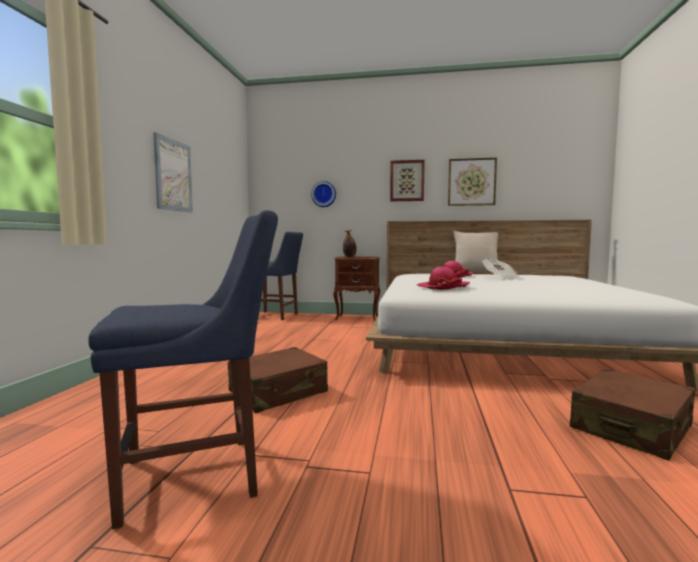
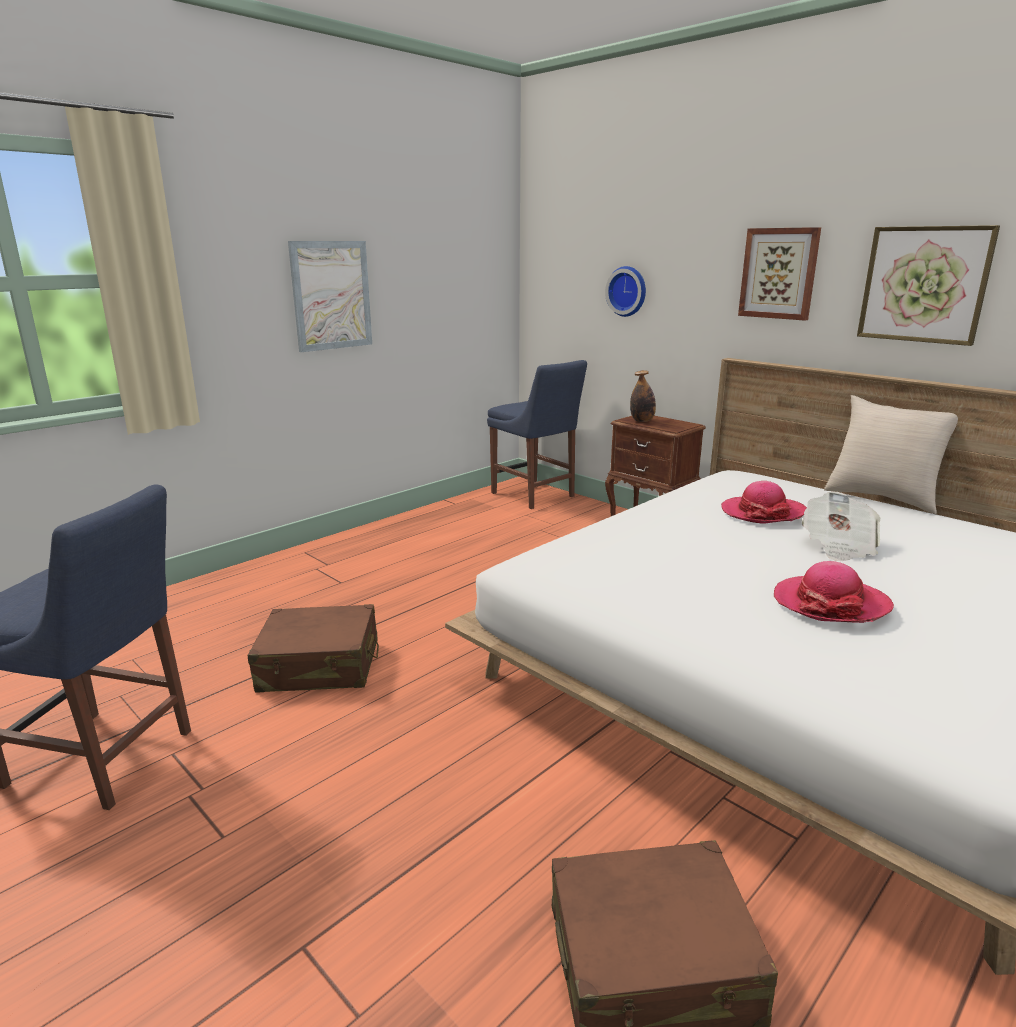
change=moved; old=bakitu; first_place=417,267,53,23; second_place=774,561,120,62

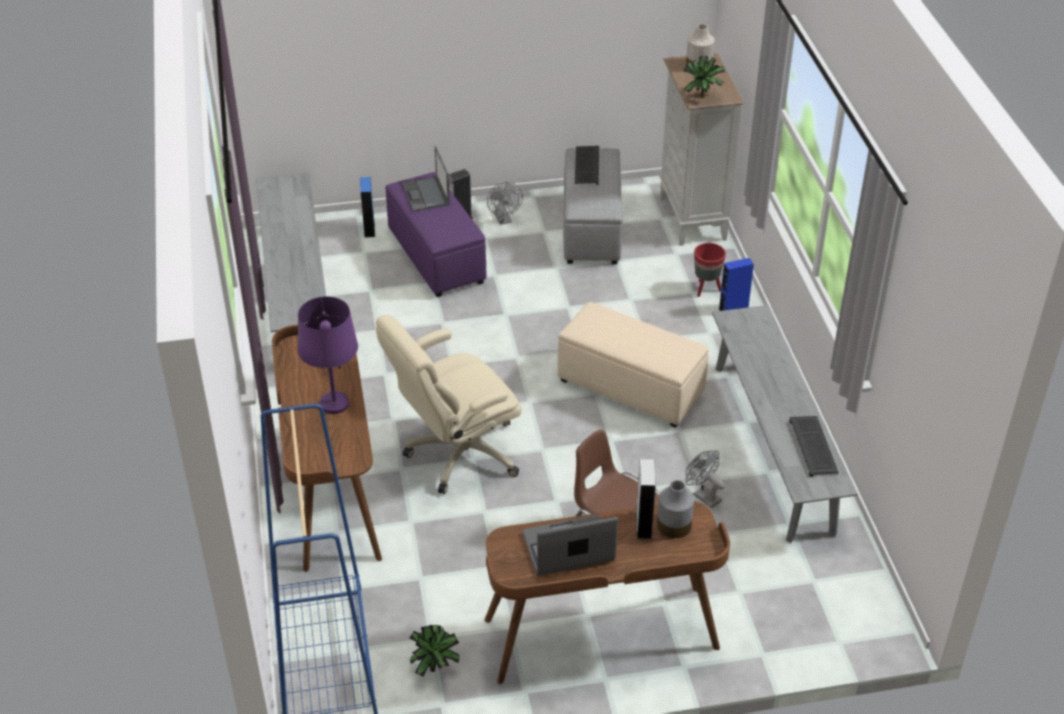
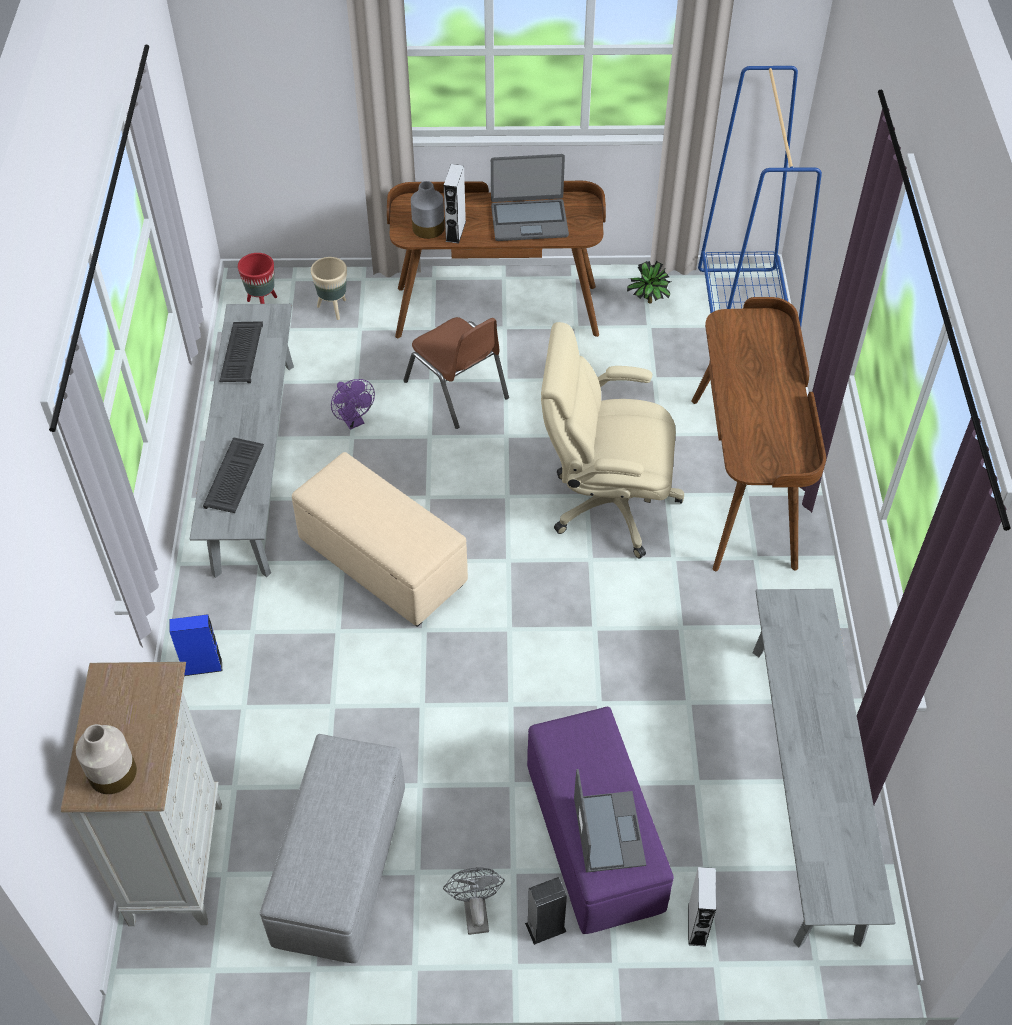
change=removed; old=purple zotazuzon; first_place=298,297,60,117
change=recoloured; old=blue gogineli; new=grey gogineli; first_place=360,177,15,61; second_place=688,867,28,80
change=turned; old=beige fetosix; first_place=376,315,146,179; second_place=541,322,143,237; degrees=-150
change=moved; old=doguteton; first_place=575,146,24,39; second_place=203,437,61,76
change=removed; old=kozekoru; first_place=683,56,42,42
change=recoloured; old=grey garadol; new=purple garadol; first_place=685,450,40,58; second_place=331,379,44,51
change=moved; old=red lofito; first_place=694,243,32,54; second_place=238,253,39,51
change=added; new=beige lofito; second_place=311,257,36,63

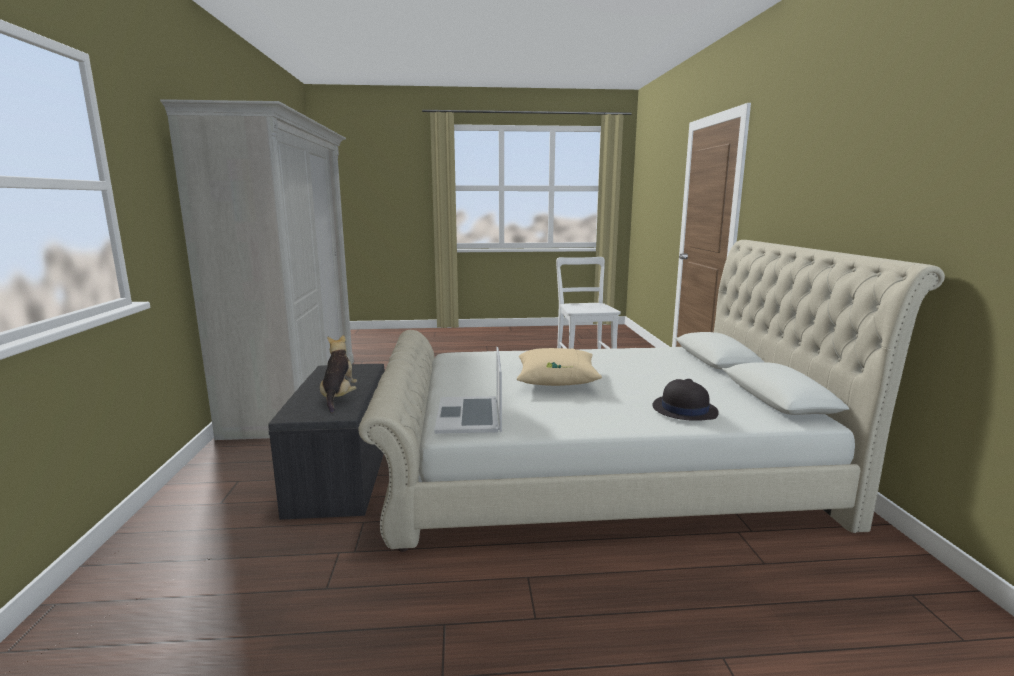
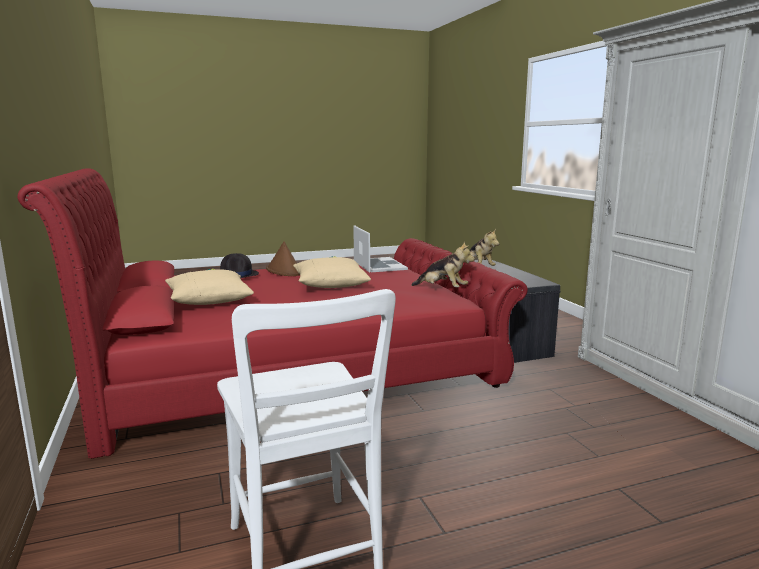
change=recoloured; old=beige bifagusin; new=red bifagusin; first_place=358,240,587,312; second_place=17,168,511,291
change=added; new=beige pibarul; second_place=165,269,89,36
change=added; new=brown bakitu; second_place=266,241,34,35
change=added; new=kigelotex; second_place=411,242,64,45

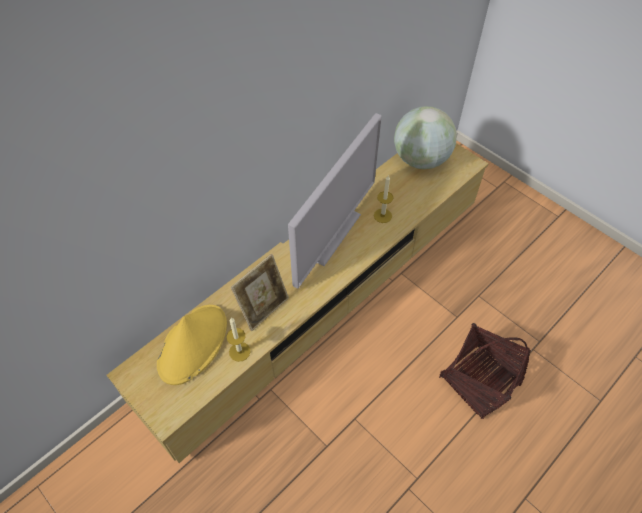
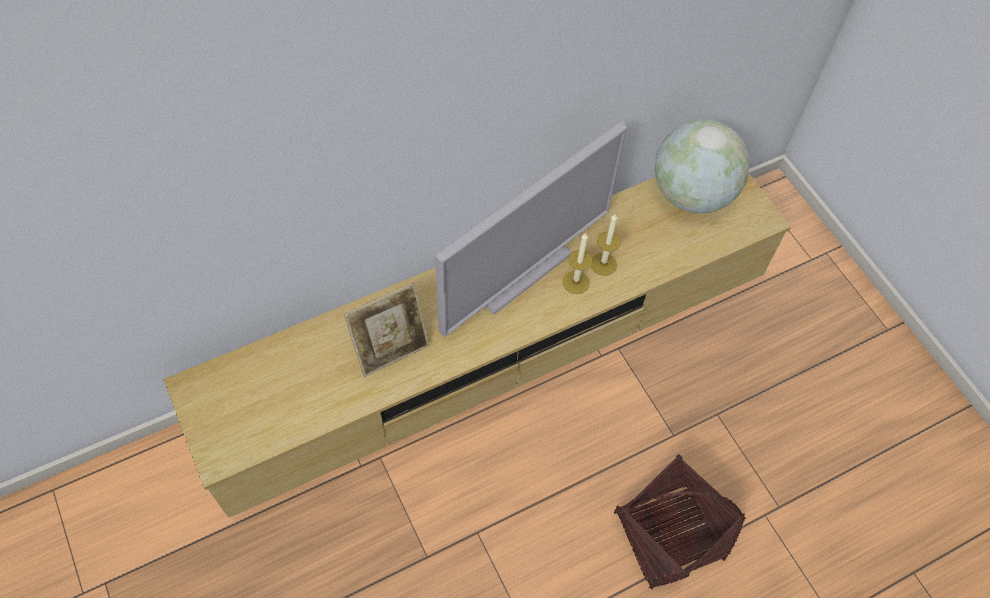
change=removed; old=yellow bakitu; first_place=157,305,70,80
change=moved; old=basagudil; first_place=226,318,24,44; second_place=562,233,30,61

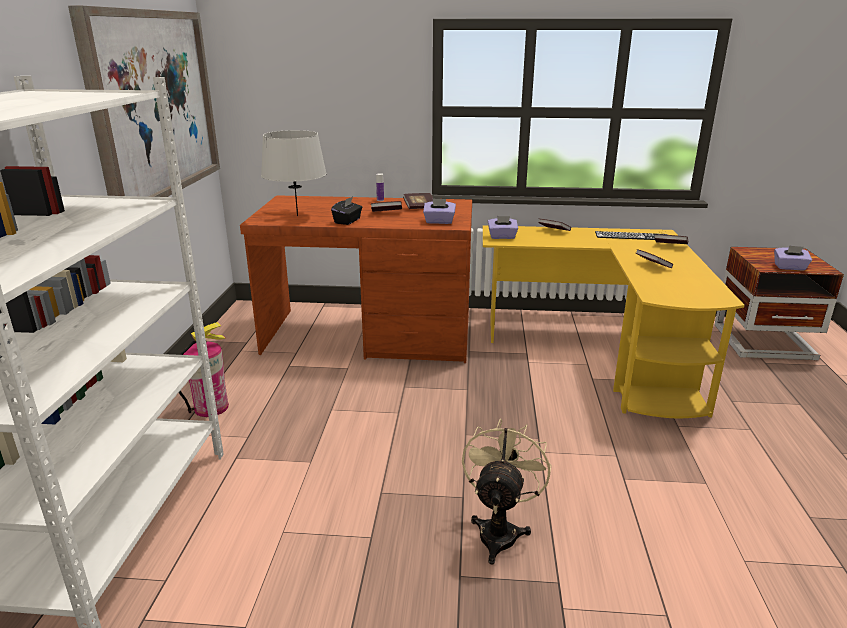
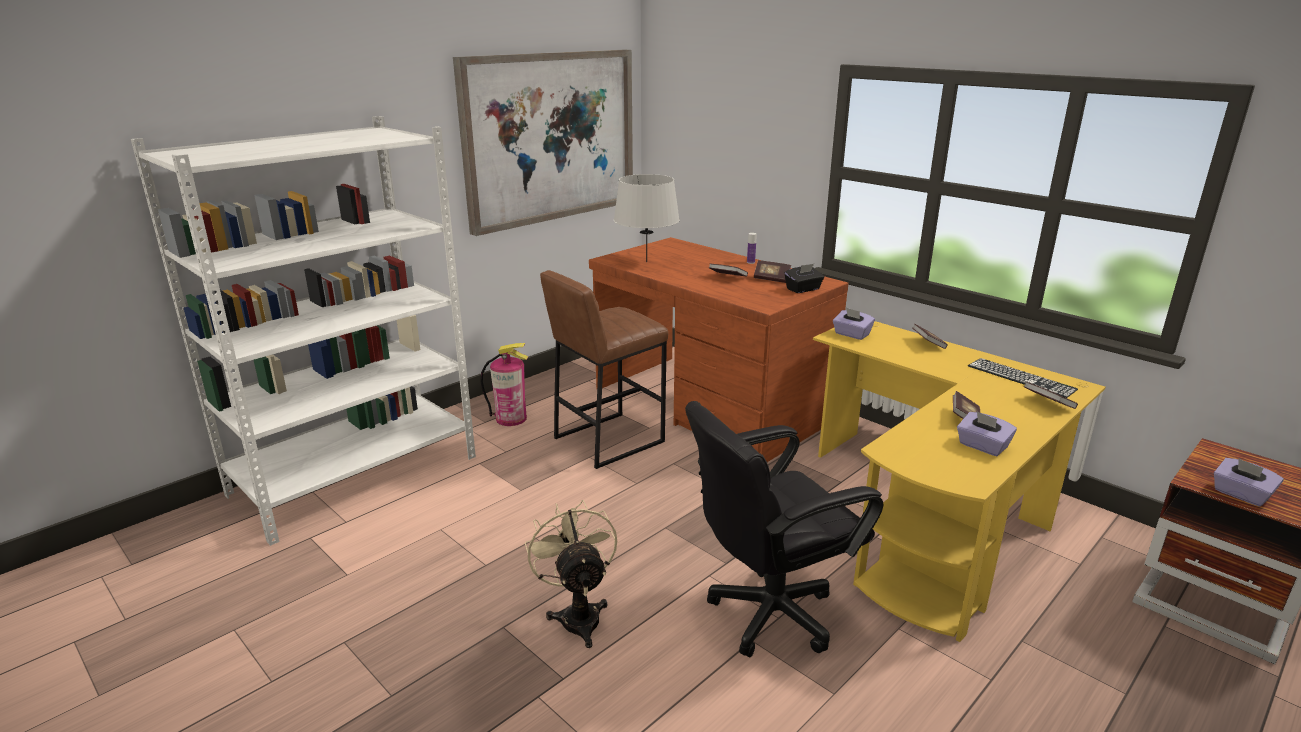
change=moved; old=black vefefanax; first_place=331,197,31,28; second_place=785,264,39,29
change=moved; old=purple vefefanax; first_place=423,198,33,26; second_place=957,412,60,44
change=turned; old=beige garadol; first_place=462,419,90,145; second_place=525,500,92,148; degrees=-75
change=added; new=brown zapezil; second_place=540,270,128,199
change=added; new=black fetosix; second_place=685,401,198,256

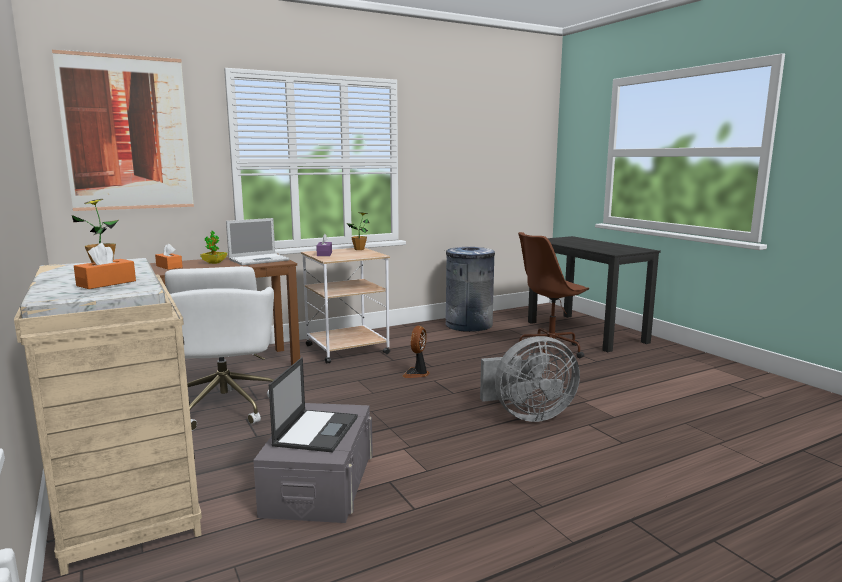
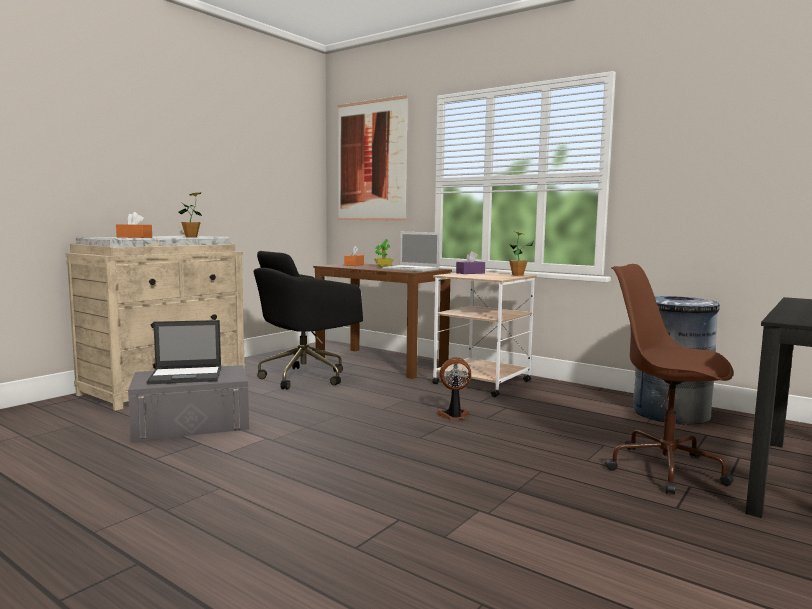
change=recoloured; old=white fetosix; new=black fetosix; first_place=165,266,109,165; second_place=254,251,109,139
change=removed; old=grey garadol; first_place=480,336,100,86

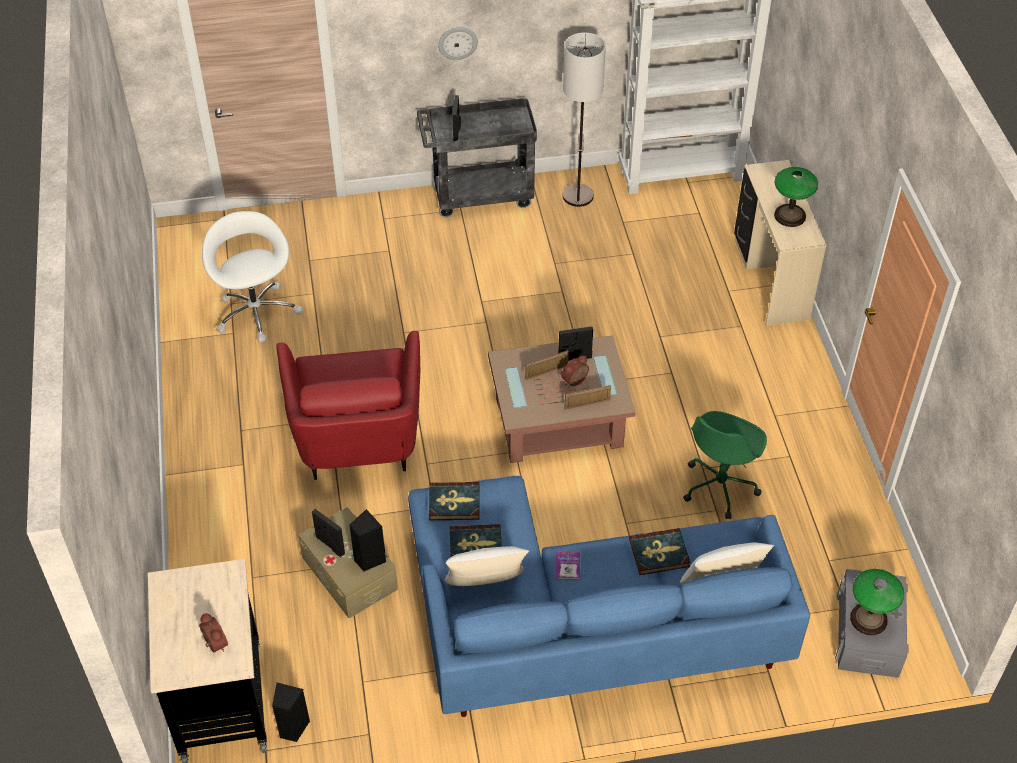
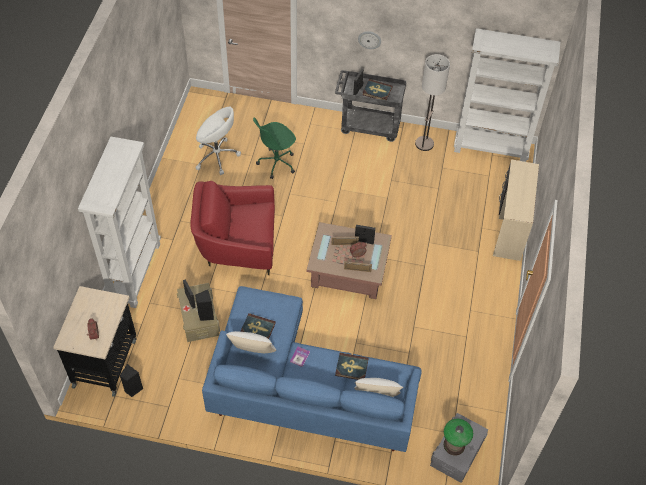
change=turned; old=white fetosix; first_place=202,211,101,132; second_place=196,107,45,68; degrees=120
change=turned; old=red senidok; first_place=276,331,144,149; second_place=190,181,85,94; degrees=75
change=moved; old=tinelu; first_place=429,482,51,38; second_place=363,79,30,21
change=moved; old=green fetosix; first_place=683,411,84,108; second_place=253,117,43,62
change=removed; old=zotazuzon; first_place=774,167,44,60
change=added; new=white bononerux; second_place=78,137,83,171

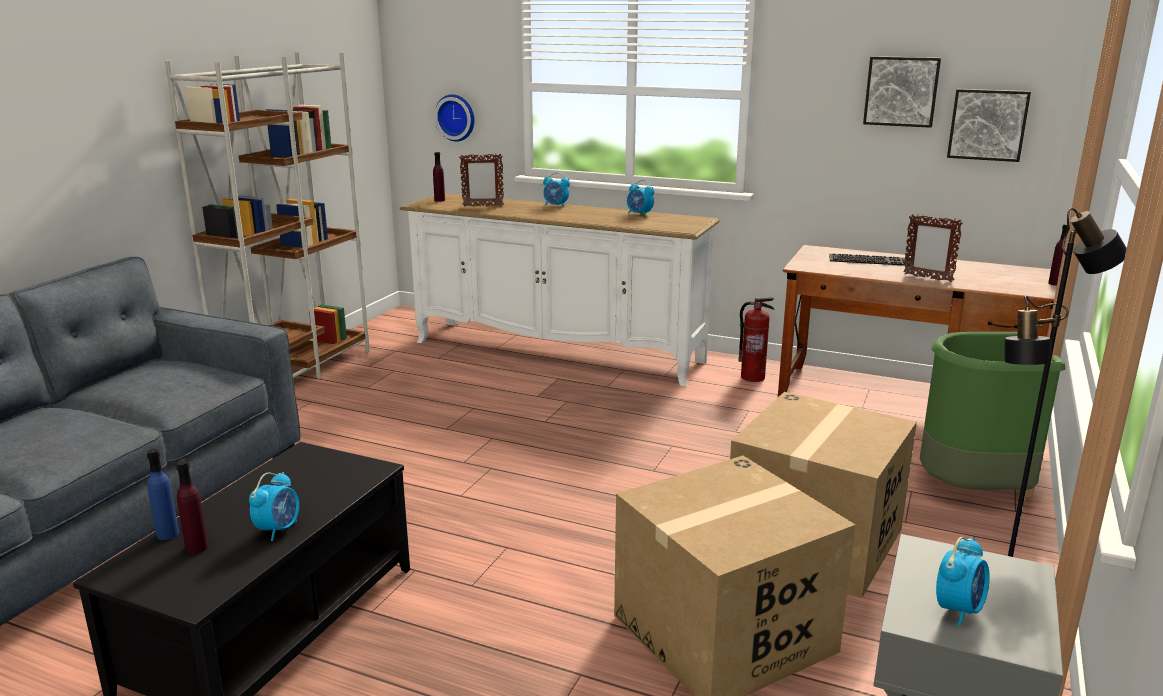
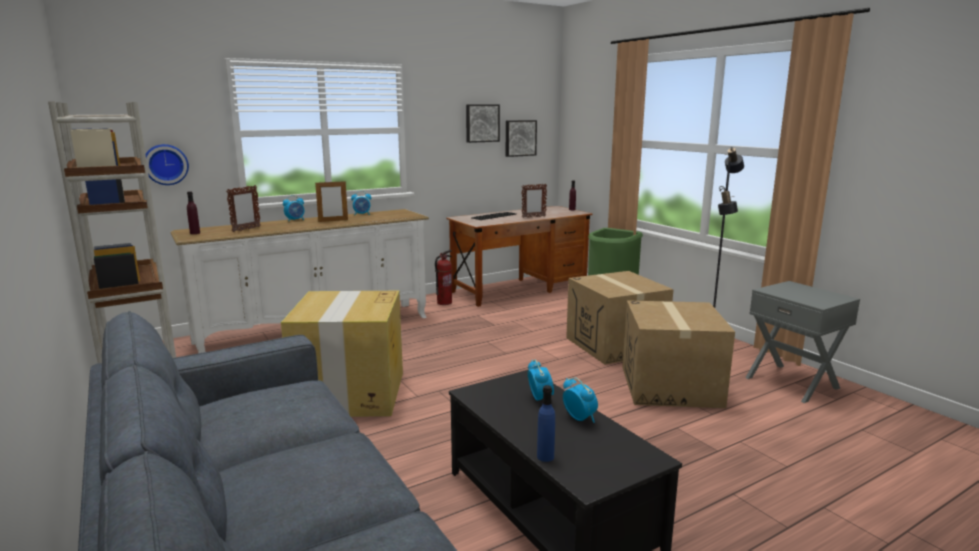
change=removed; old=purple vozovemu; first_place=176,460,32,94
change=moved; old=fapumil; first_place=936,537,54,89; second_place=528,360,26,41
change=added; new=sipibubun; second_place=281,291,122,126
change=added; new=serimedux; second_place=315,180,33,42

